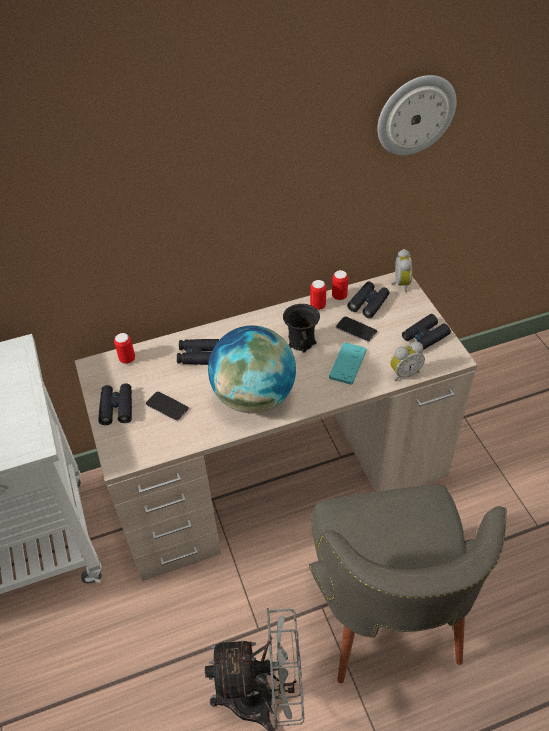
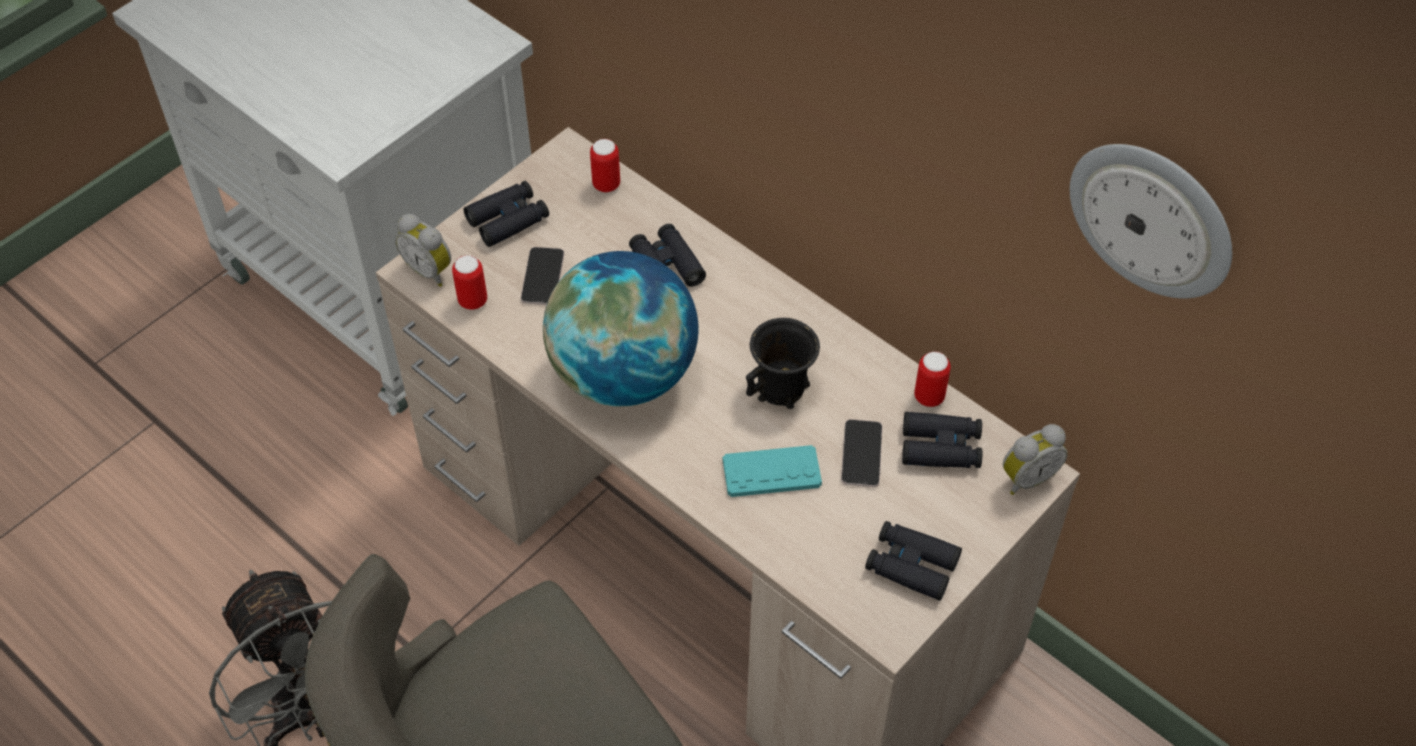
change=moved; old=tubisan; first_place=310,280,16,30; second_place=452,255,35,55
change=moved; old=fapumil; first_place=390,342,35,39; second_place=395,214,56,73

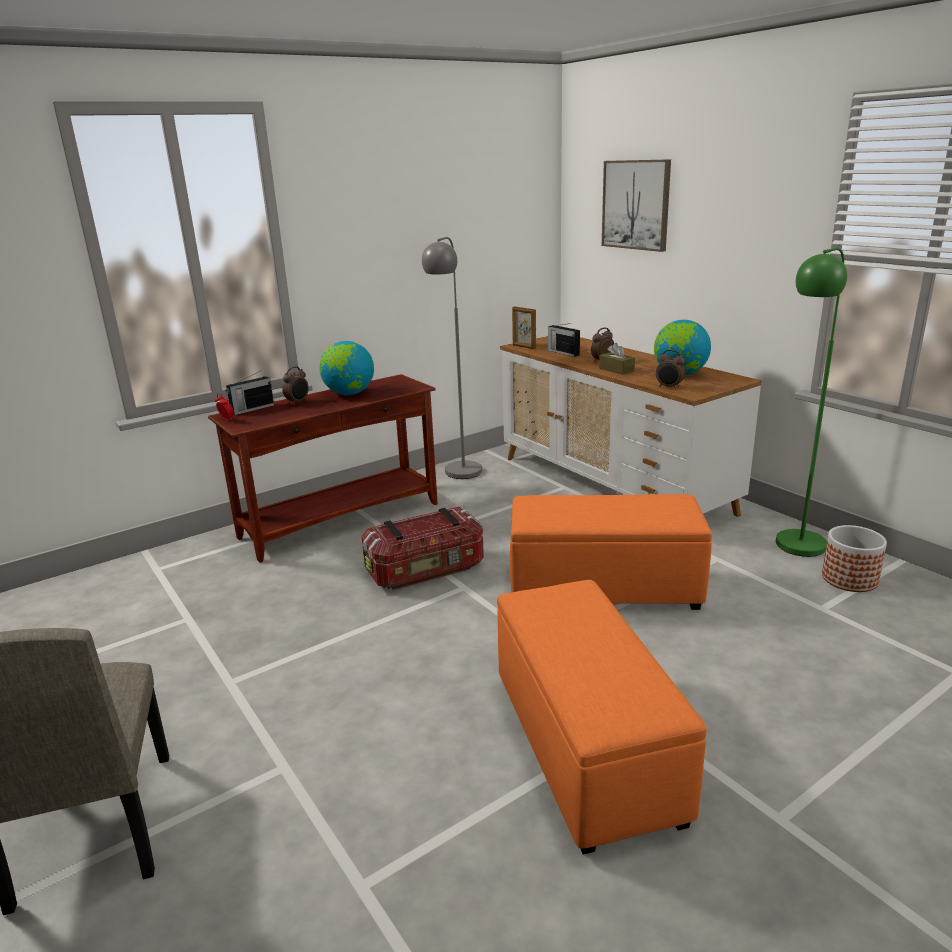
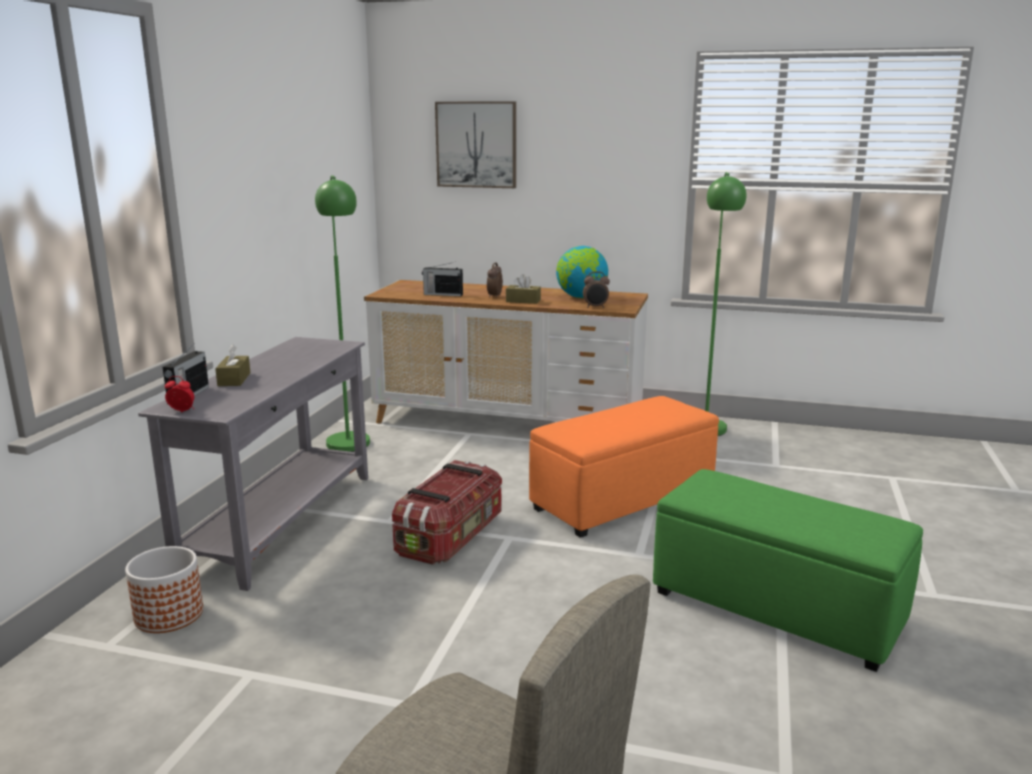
change=recoloured; old=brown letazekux; new=grey letazekux; first_place=208,374,230,189; second_place=138,337,230,254
change=replaced; old=fapumil; new=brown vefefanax; first_place=282,366,27,39; second_place=215,344,35,42
change=removed; old=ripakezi; first_place=319,341,55,54
change=recoloured; old=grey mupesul; new=green mupesul; first_place=422,237,60,242; second_place=315,175,55,277
change=recoloured; old=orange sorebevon; new=green sorebevon; first_place=497,580,210,275; second_place=653,469,270,203
change=removed; old=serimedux; first_place=512,307,24,42
change=moved; old=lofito; first_place=822,525,65,67; second_place=125,546,78,87

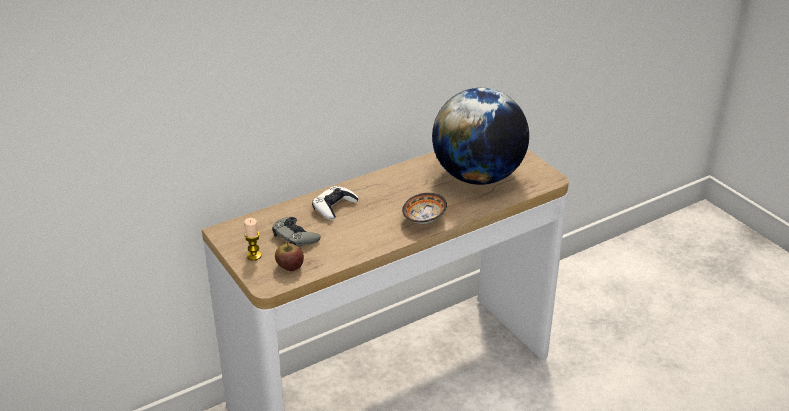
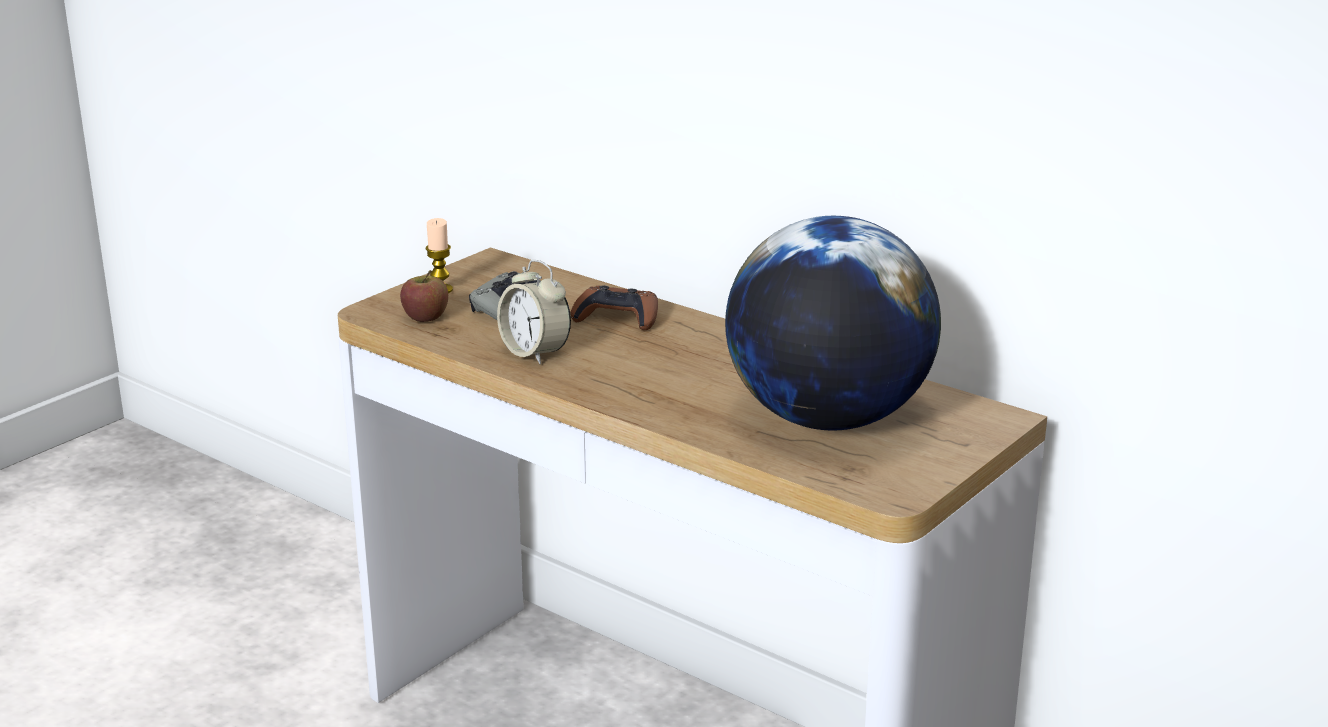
change=recoloured; old=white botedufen; new=brown botedufen; first_place=312,186,46,34; second_place=571,286,87,44
change=removed; old=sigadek; first_place=402,193,45,31
change=added; new=fapumil; second_place=497,260,74,104

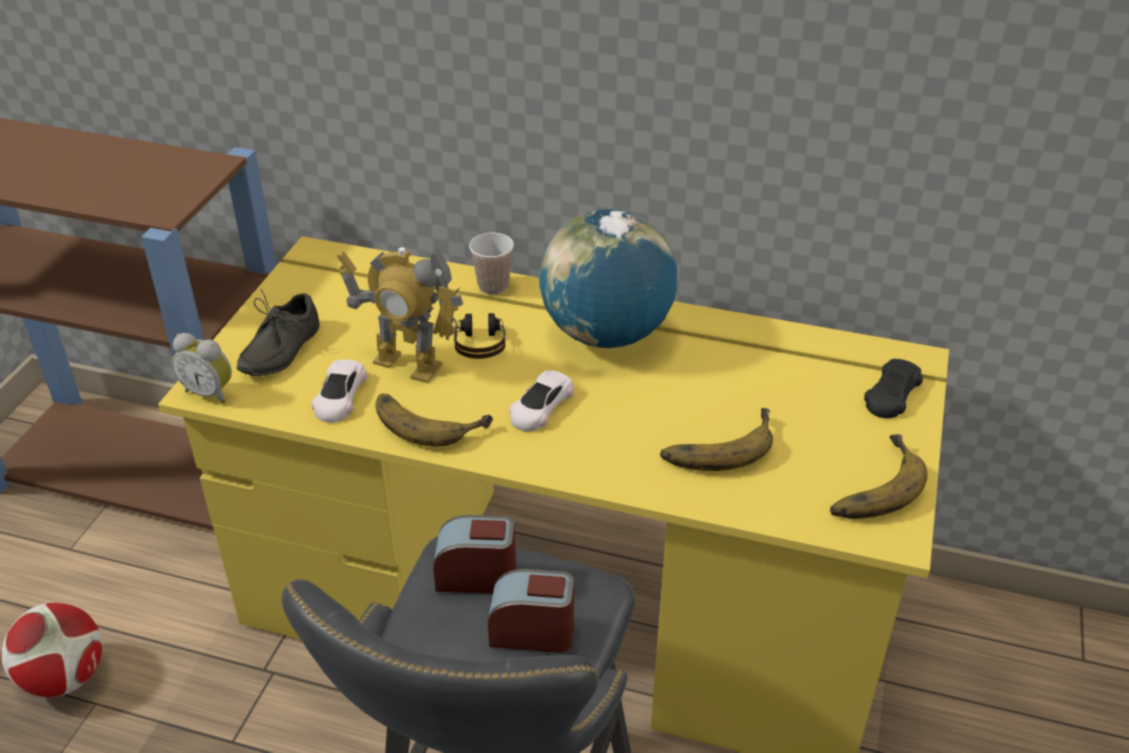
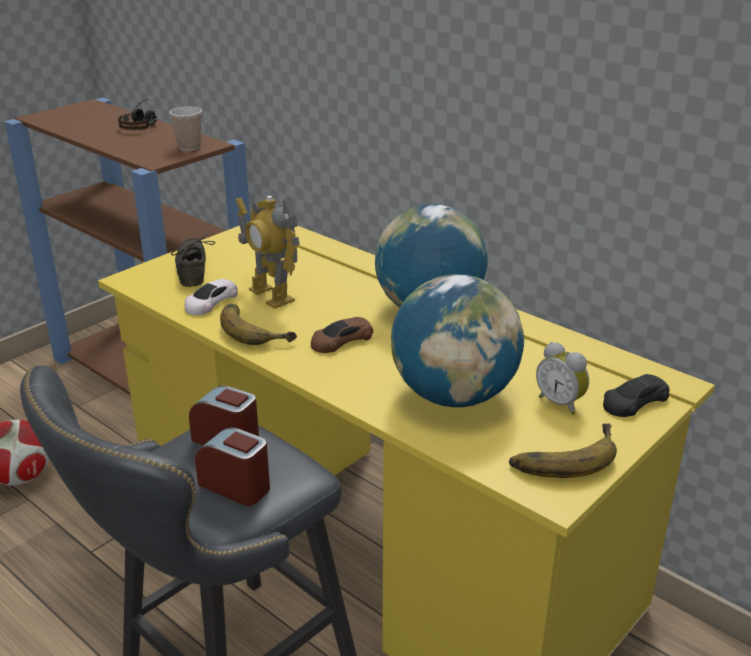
change=moved; old=fapumil; first_place=172,333,60,71; second_place=536,342,53,73
change=turned; old=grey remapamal; first_place=237,289,83,87; second_place=171,234,44,53; degrees=120
change=moved; old=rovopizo; first_place=453,287,53,72; second_place=118,99,39,31
change=moved; old=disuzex; first_place=469,233,45,62; second_place=169,107,33,44
change=recoloured; old=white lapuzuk; new=brown lapuzuk; first_place=509,370,65,61; second_place=311,317,62,36
change=replaced; old=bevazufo; new=ripakezi; first_place=660,408,113,63; second_place=391,275,133,132

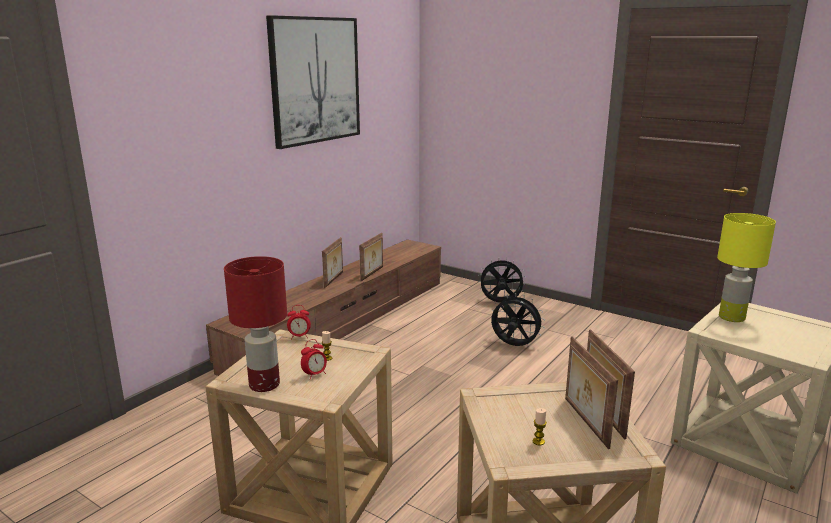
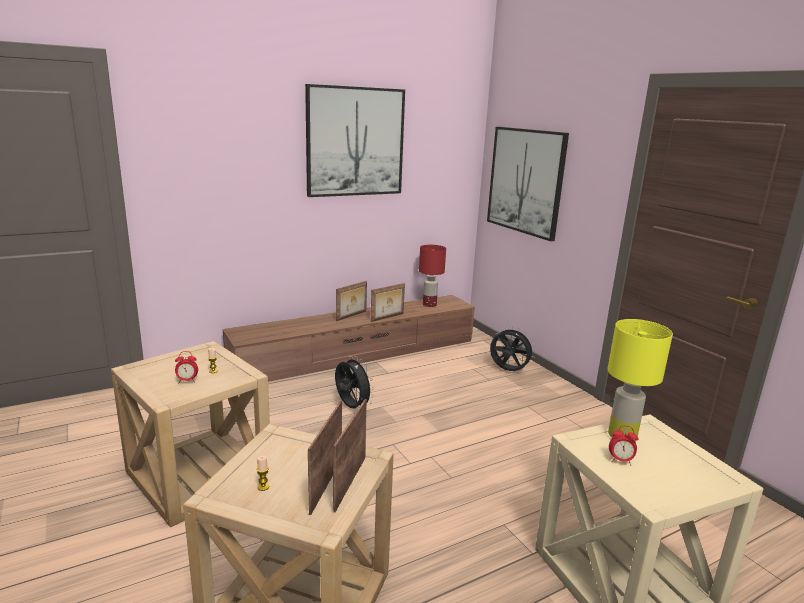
change=moved; old=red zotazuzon; first_place=224,256,63,136; second_place=419,245,27,62
change=moved; old=fapumil; first_place=287,305,24,35; second_place=609,426,30,40
change=moved; old=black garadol; first_place=491,293,54,53; second_place=335,356,39,53
change=added; new=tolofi; second_place=487,127,82,114

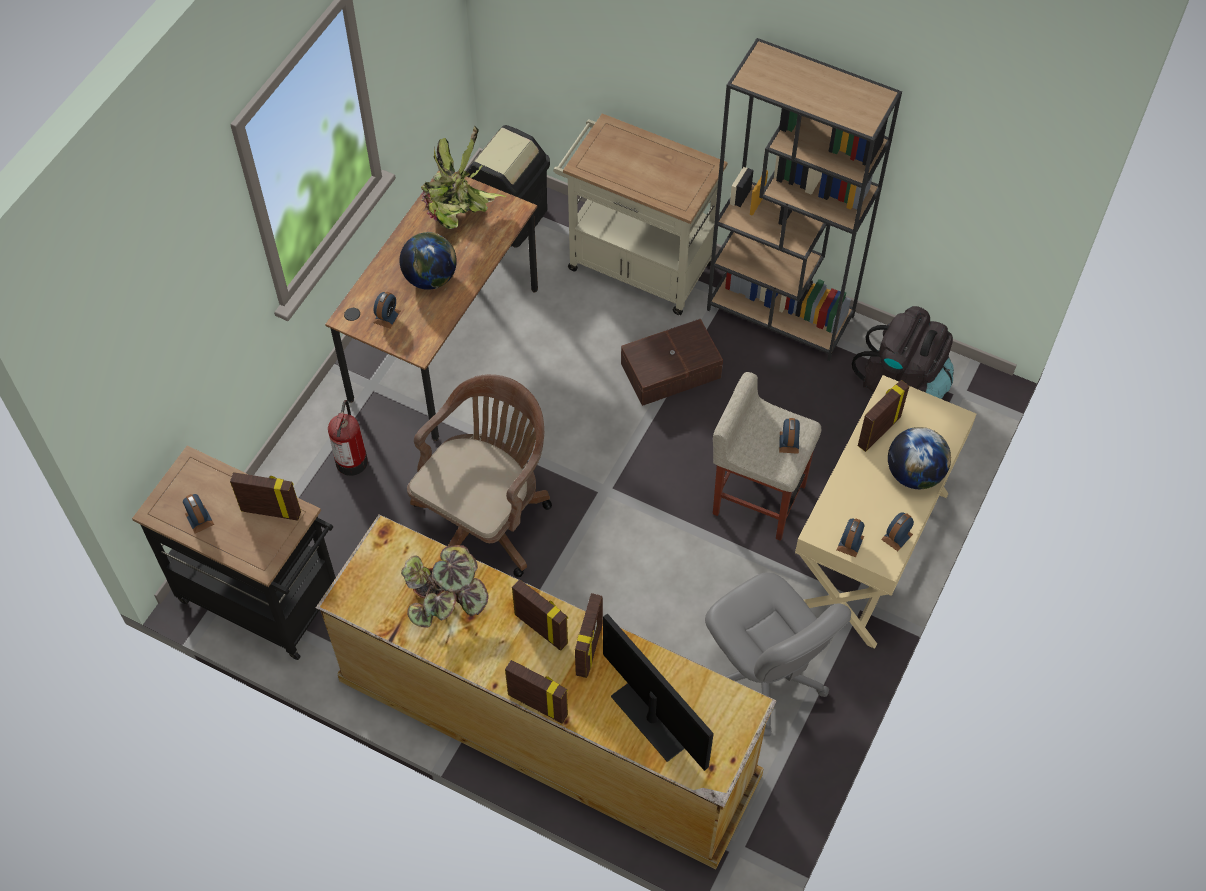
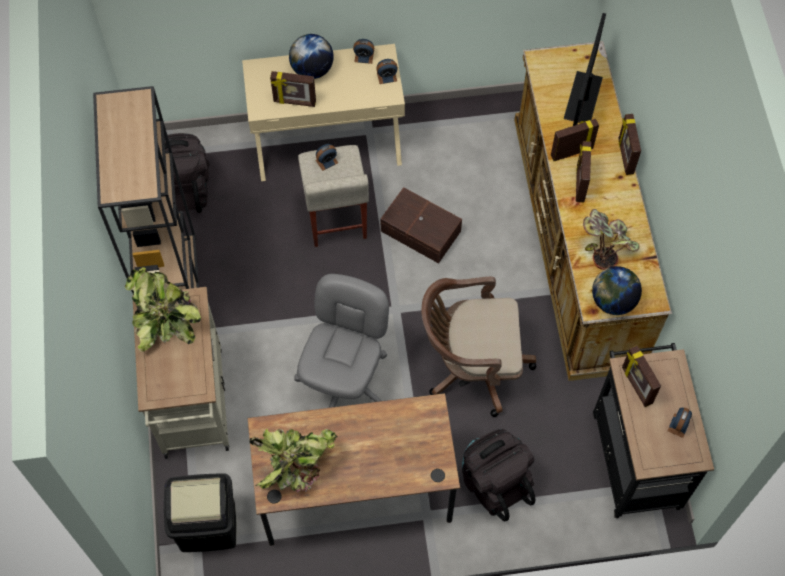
change=replaced; old=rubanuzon; new=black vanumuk; first_place=328,400,40,76; second_place=462,429,73,92
change=removed; old=fapumil; first_place=373,292,27,37
change=moved; old=ripakezi; first_place=400,232,57,58; second_place=592,266,50,49
change=moved; old=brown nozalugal; first_place=621,319,102,87; second_place=381,187,81,77
change=moved; old=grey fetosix; first_place=705,573,146,163; second_place=294,274,95,134
change=added; new=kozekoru; second_place=125,267,76,85

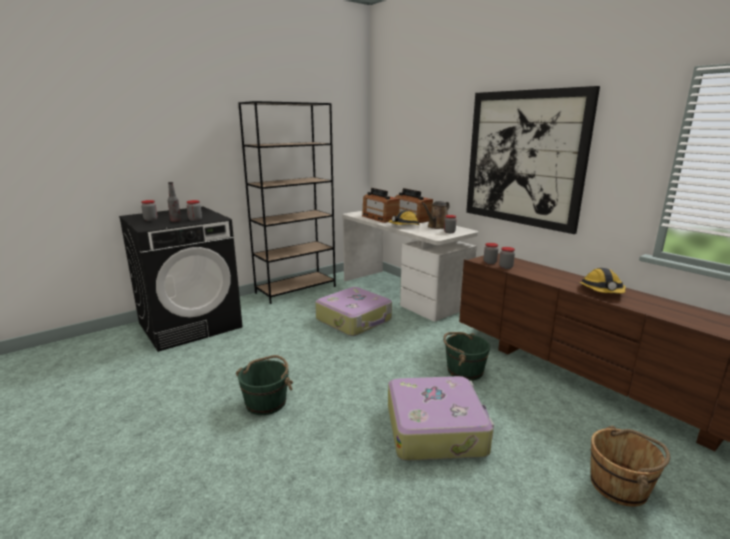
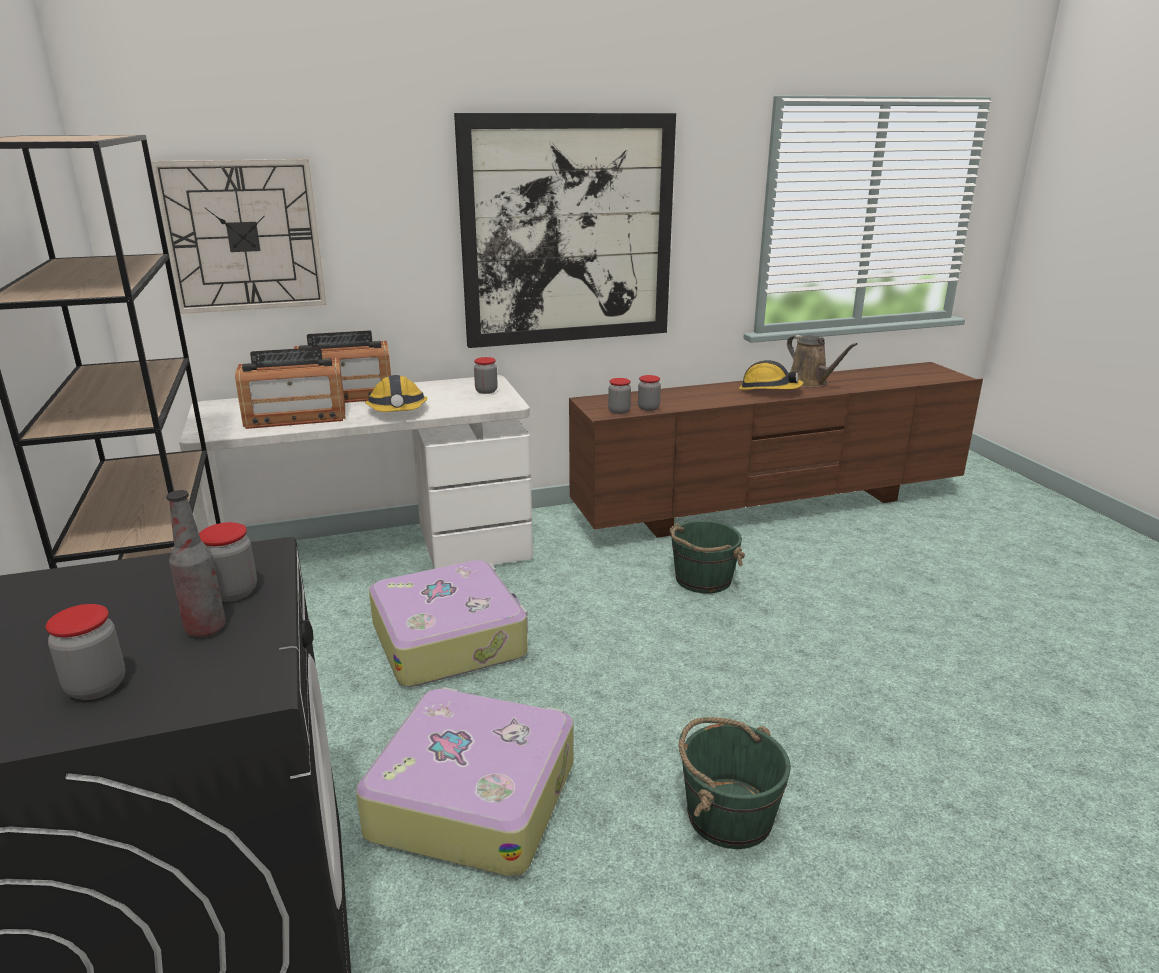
change=moved; old=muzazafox; first_place=388,376,106,85; second_place=356,687,218,190
change=moved; old=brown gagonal; first_place=422,201,28,28; second_place=787,335,71,53
change=removed; old=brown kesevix; first_place=591,426,79,81
change=added; new=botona; second_place=151,159,175,155

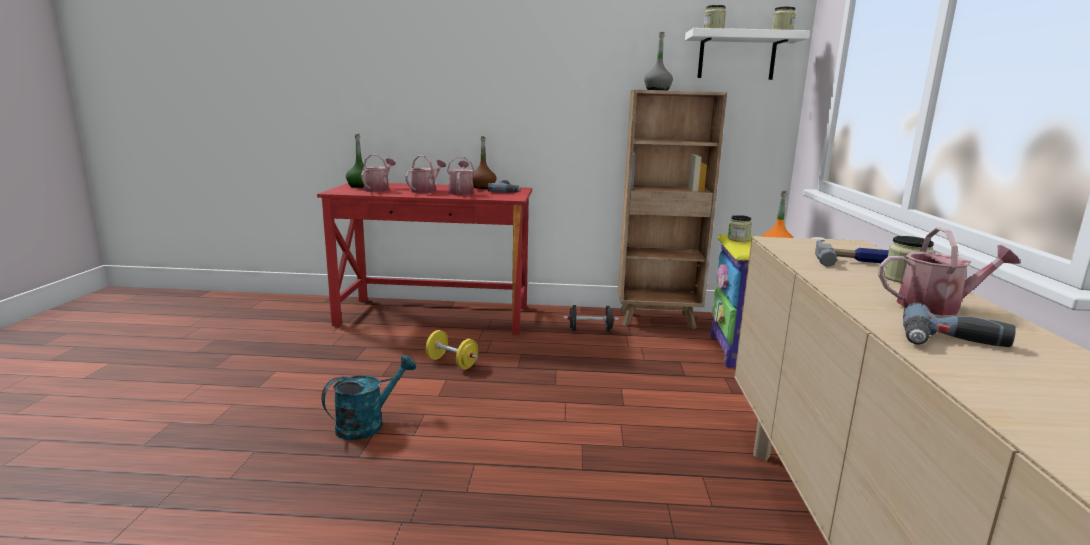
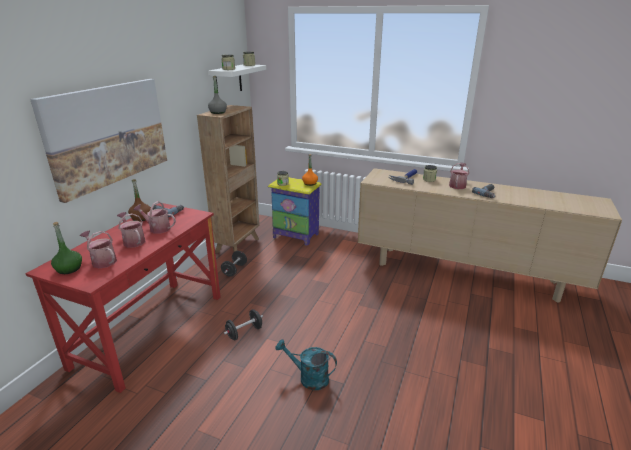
change=turned; old=turquoise gagonal; first_place=322,355,94,85; second_place=275,340,62,50; degrees=-45
change=recoloured; old=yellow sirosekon; new=black sirosekon; first_place=426,330,52,39; second_place=224,309,39,31
change=added; new=tolofi; second_place=30,79,137,124

